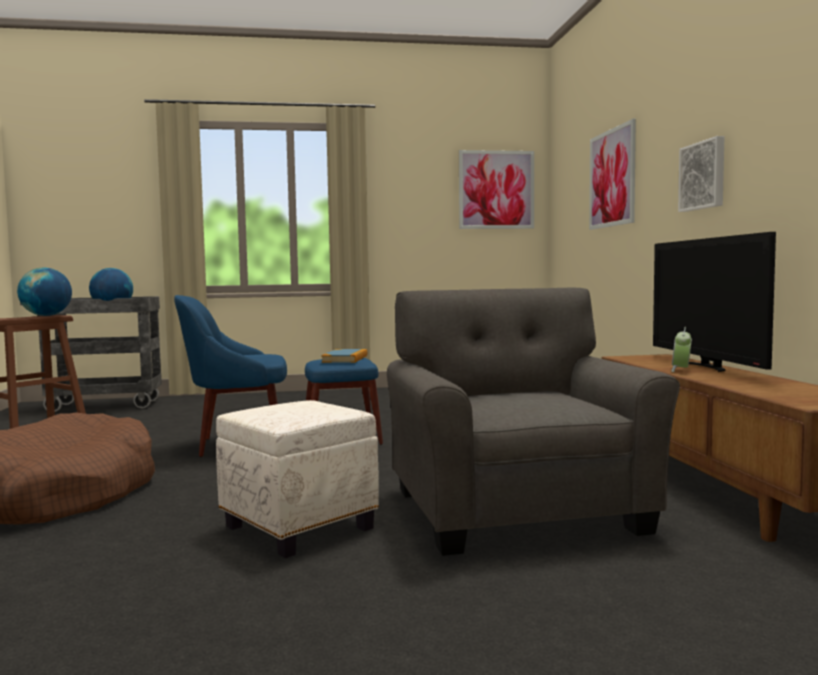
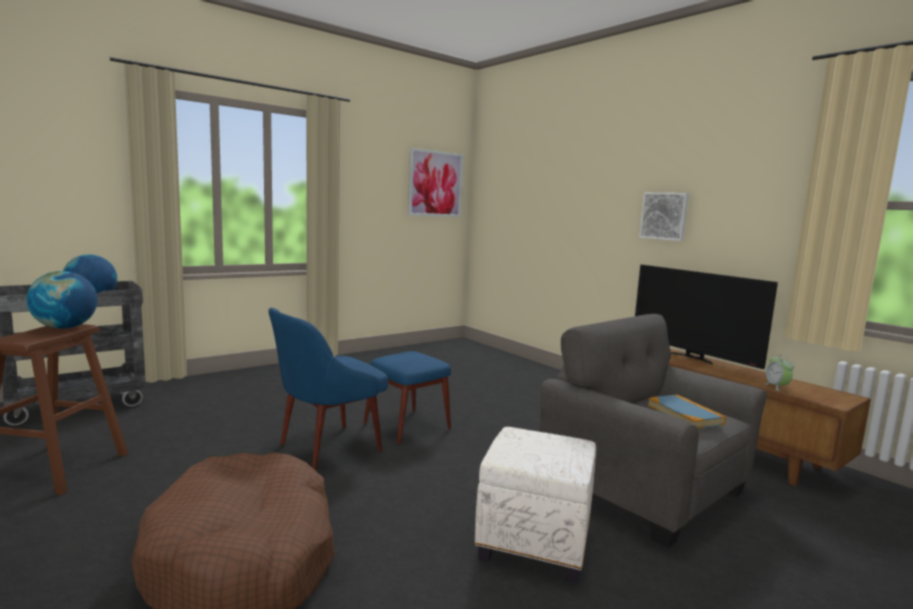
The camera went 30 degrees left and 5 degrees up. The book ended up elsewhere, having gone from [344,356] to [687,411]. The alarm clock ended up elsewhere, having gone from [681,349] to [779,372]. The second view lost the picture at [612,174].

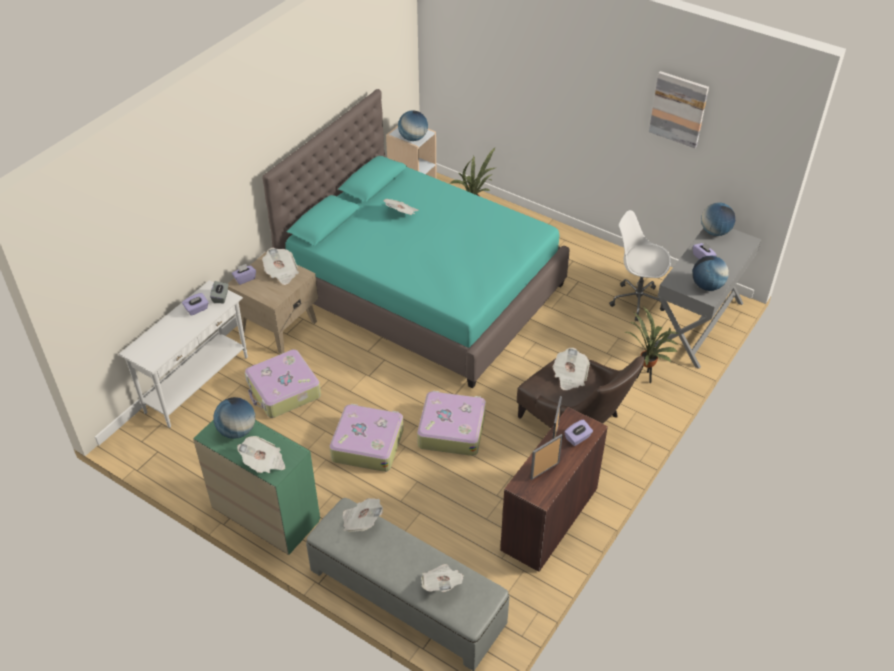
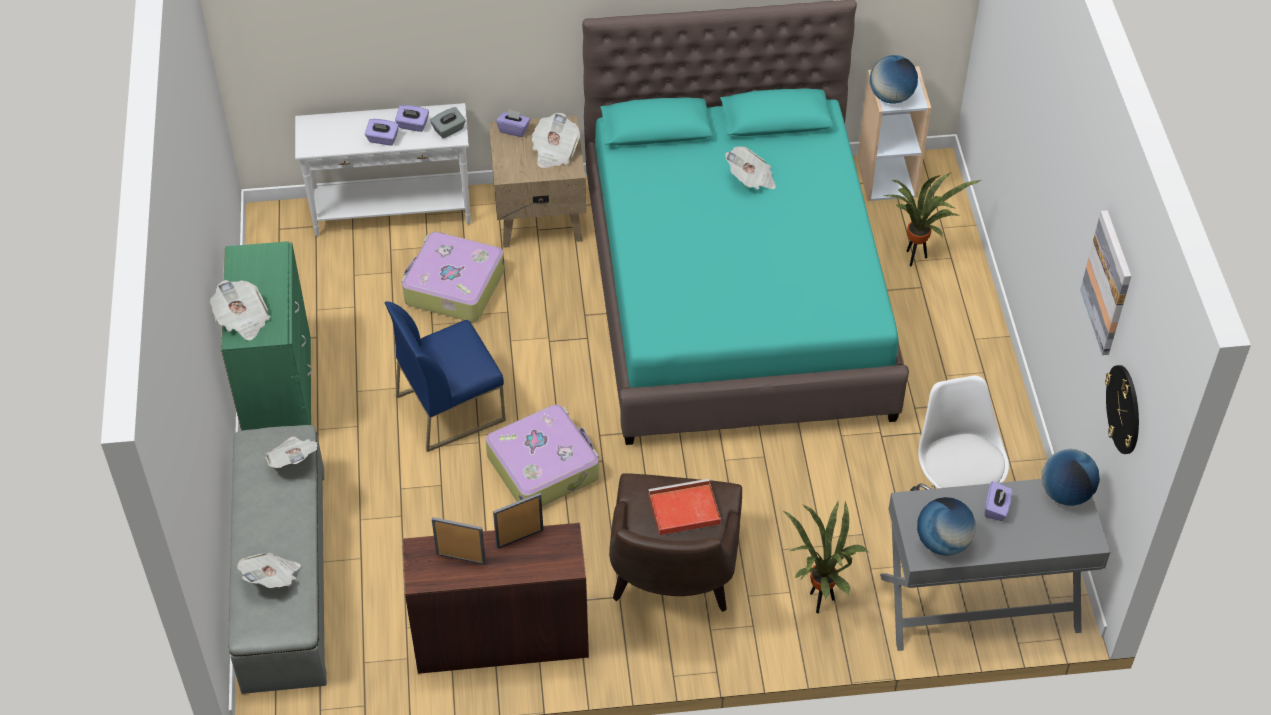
The camera went 50 degrees right and 5 degrees up. The tissue box/purple ended up elsewhere, having gone from [578,432] to [382,132]. Where the suitcase stood at [366,438], the chair/blue came to stand at [445,376]. Where the newspaper stood at [571,369], the tray/red came to stand at [684,507]. The second view gained the wall clock at [1122,409]. The second view lost the globe at [234,418].

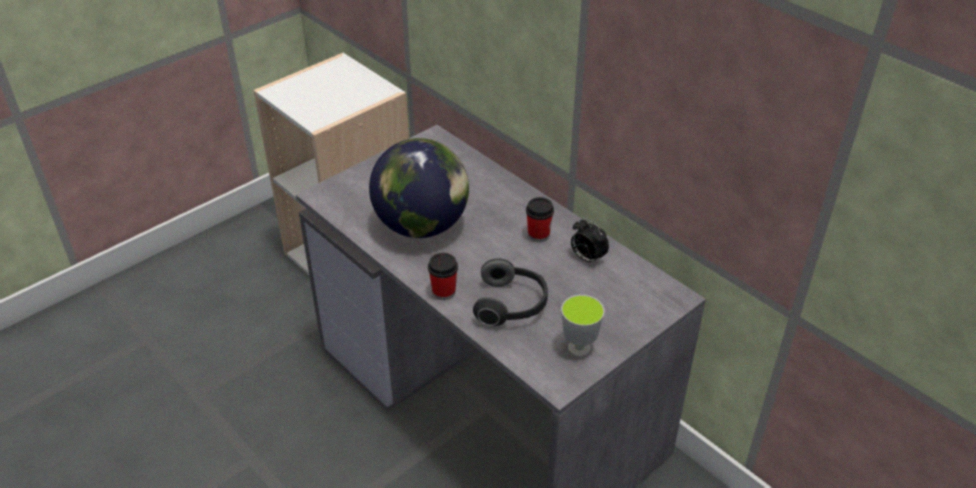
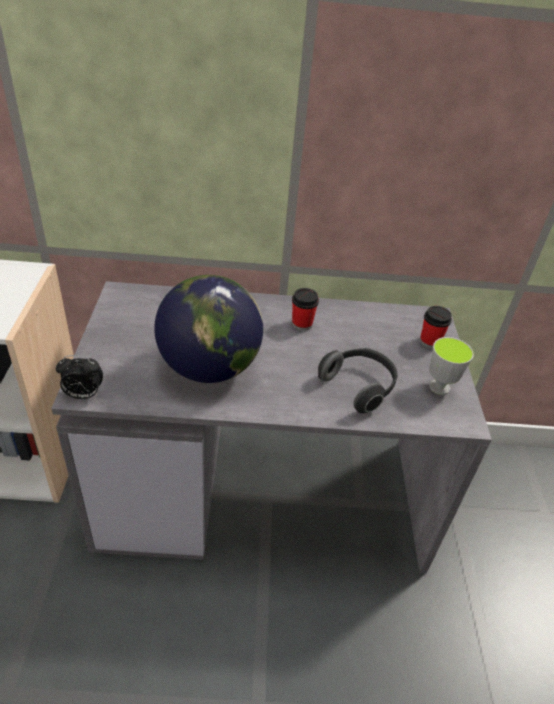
The camera went 50 degrees left and 0 degrees up. The alarm clock ended up elsewhere, having gone from [590,241] to [79,377]. The cup ended up elsewhere, having gone from [443,276] to [436,327].

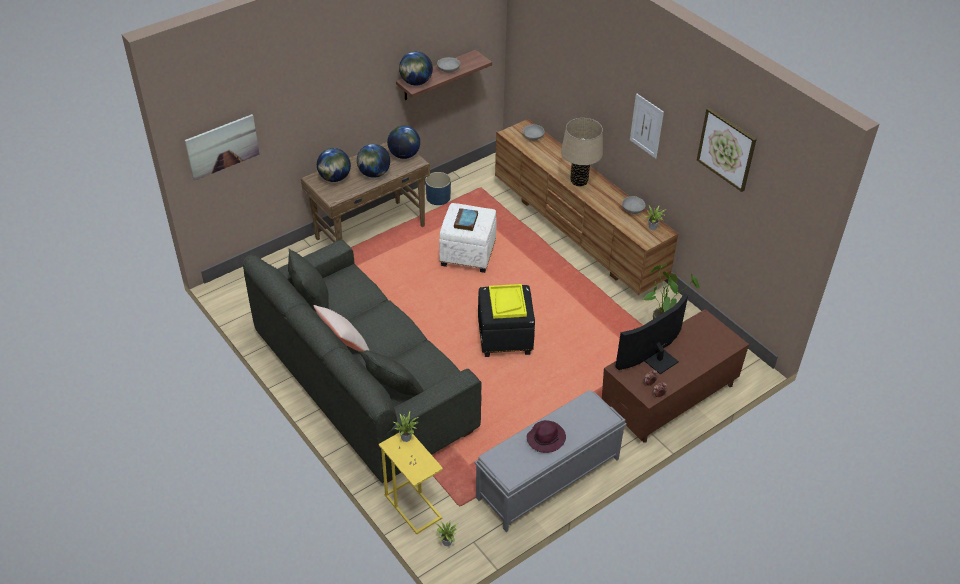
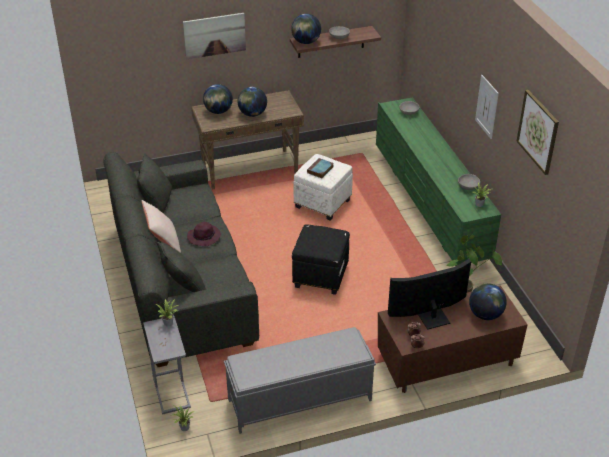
The camera went 20 degrees right and 5 degrees down. What was the side table/yellow at [411,484] turned into the side table/grey at [167,365]. The picture ended up elsewhere, having gone from [222,147] to [214,36]. The hat/purple ended up elsewhere, having gone from [546,436] to [204,234]. What was the cabinet/brown at [586,207] turned into the cabinet/green at [438,181]. The globe ended up elsewhere, having gone from [403,142] to [488,301]. The second view lost the planter/blue at [438,188]. The second view lost the tray/yellow at [508,301]. The second view lost the table lamp/beige at [582,152].

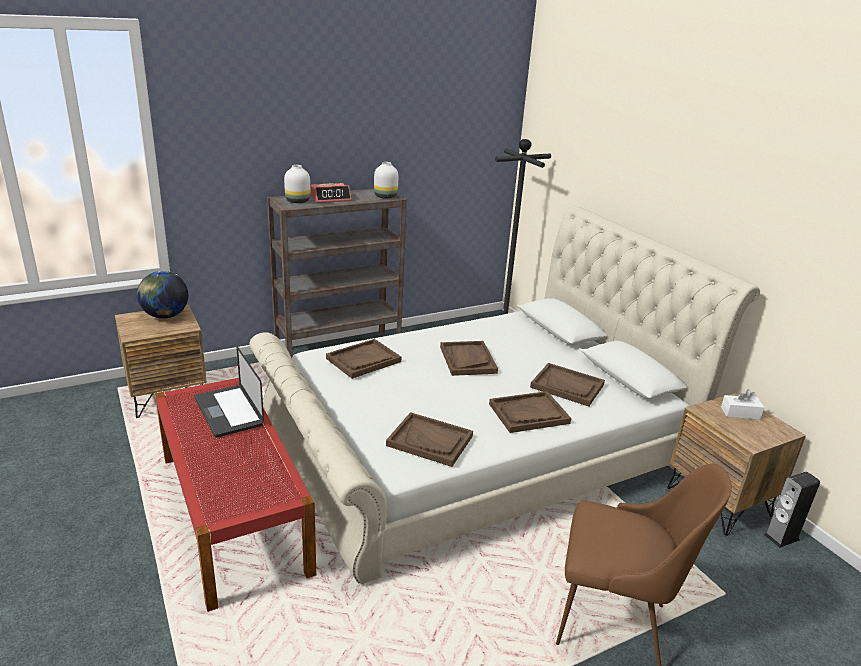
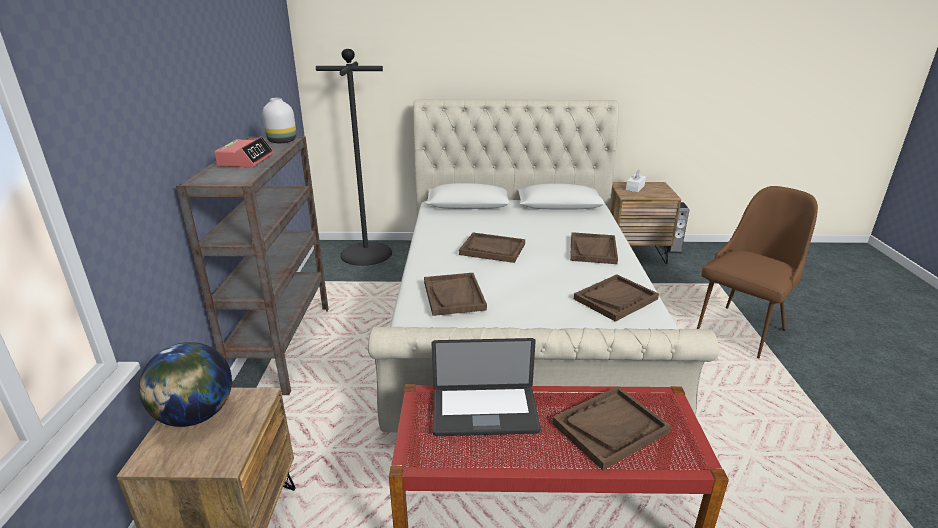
The camera went 60 degrees left and 0 degrees up. The tray/brown ended up elsewhere, having gone from [567,385] to [611,428]. The second view lost the vase/white at [297,184].

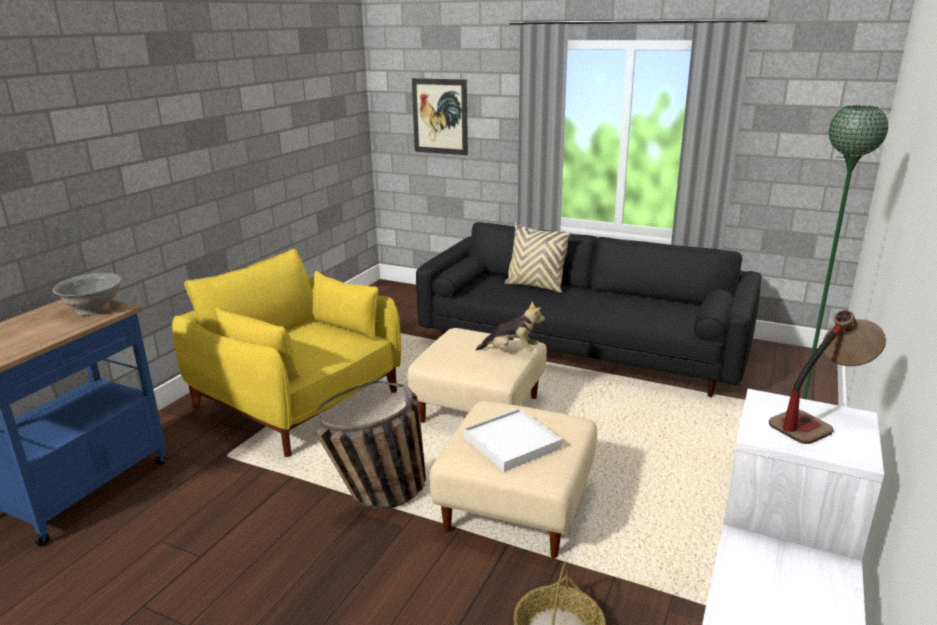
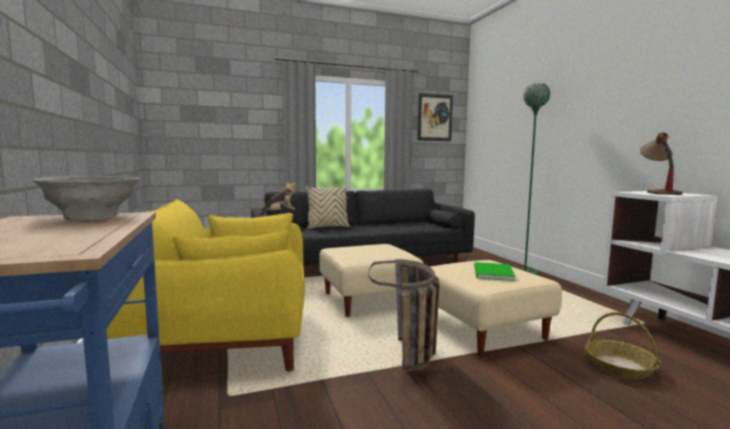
The camera went 45 degrees left and 15 degrees down. The plush toy ended up elsewhere, having gone from [510,326] to [277,199]. The picture ended up elsewhere, having gone from [440,116] to [435,117]. Where the tray/white stood at [513,440], the book/green came to stand at [495,271].

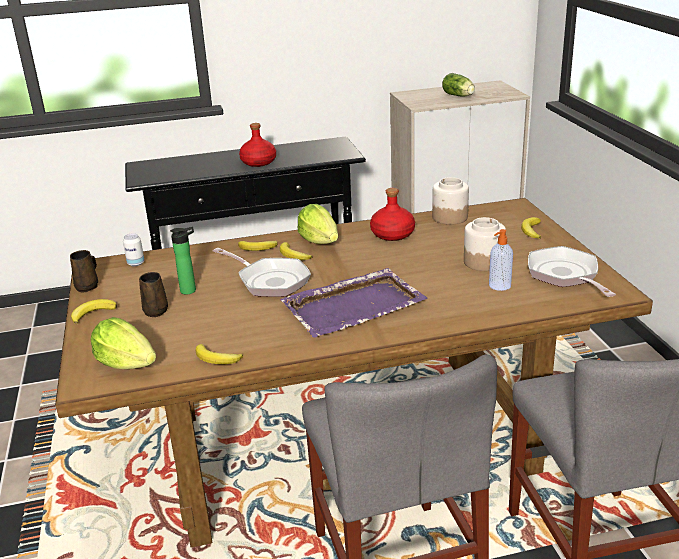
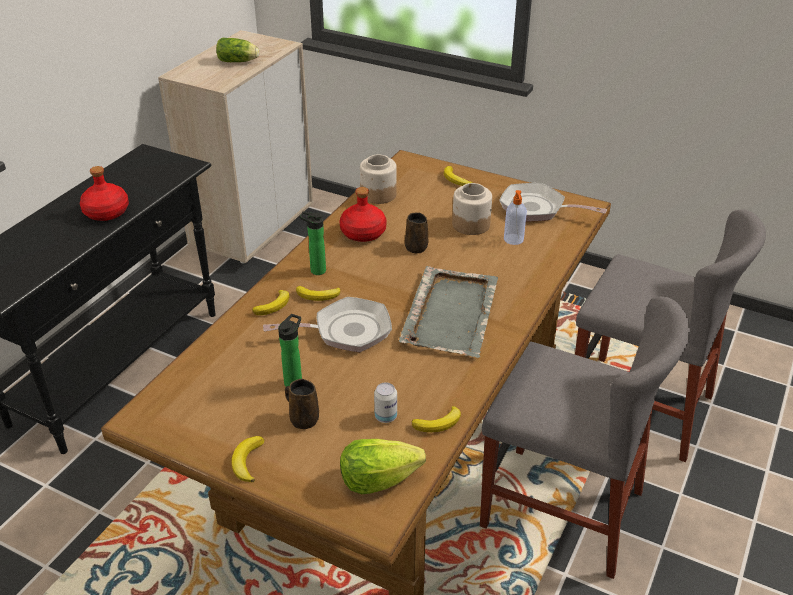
The camera went 50 degrees left and 10 degrees up. Where the lettuce stood at [318,224], the bottle came to stand at [313,243]. The can ended up elsewhere, having gone from [134,249] to [385,402]. What was the tray/purple at [354,303] turned into the tray/grey at [448,312]. The mug/brown ended up elsewhere, having gone from [84,271] to [416,232].

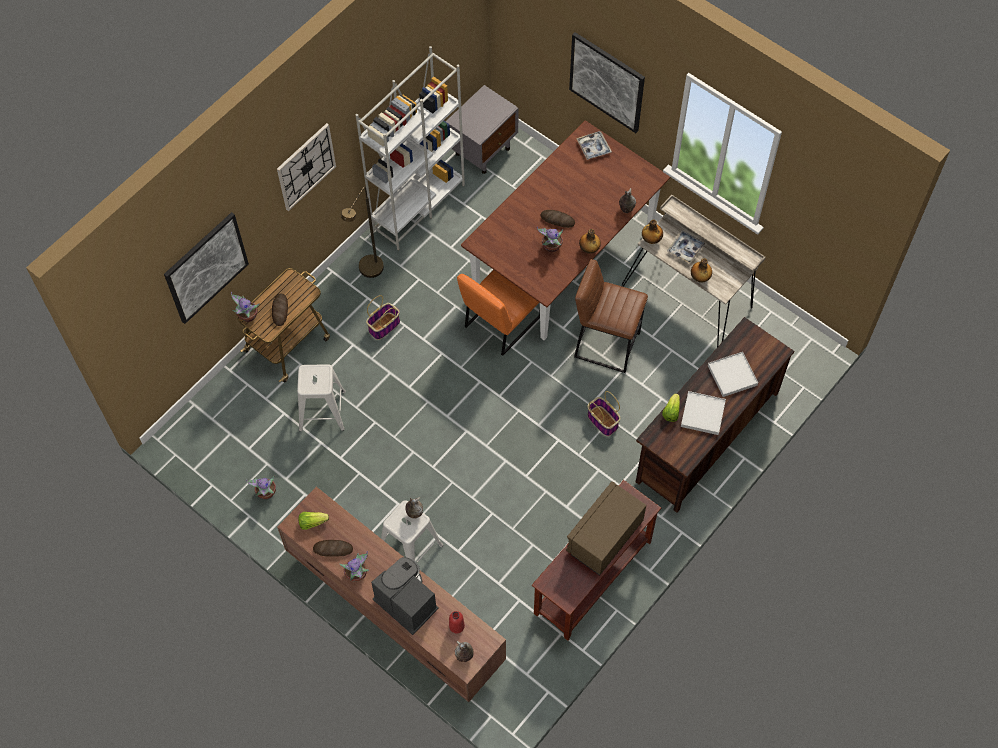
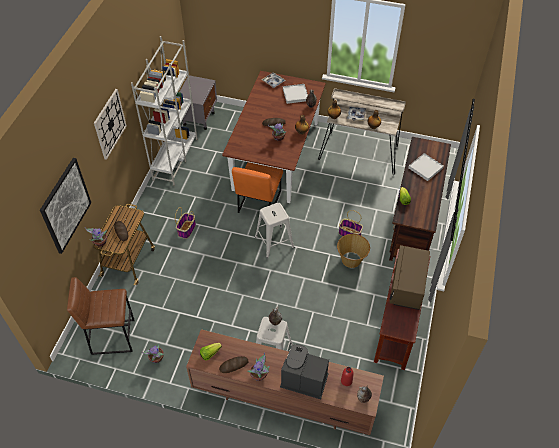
The camera went 25 degrees left and 10 degrees down. The stool/brown ended up elsewhere, having gone from [611,316] to [101,316]. The stool/white ended up elsewhere, having gone from [321,398] to [274,230]. The tray/white ended up elsewhere, having gone from [703,413] to [295,94]. The second view gained the basket at [353,251]. The second view lost the floor lamp/brown at [362,232]. The second view lost the picture at [607,82].

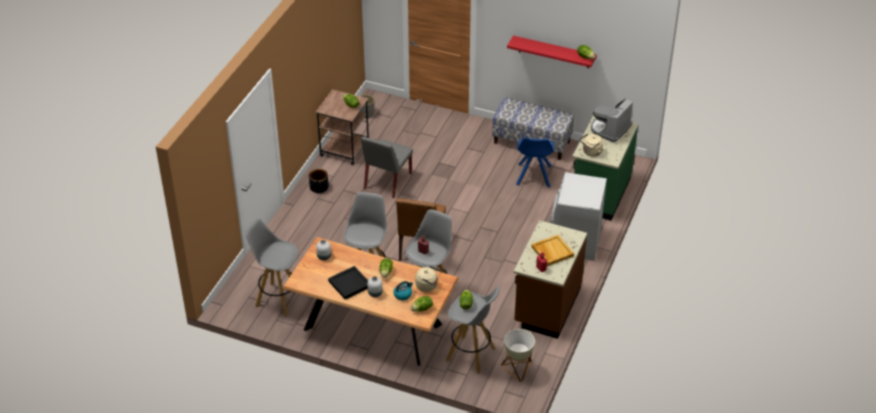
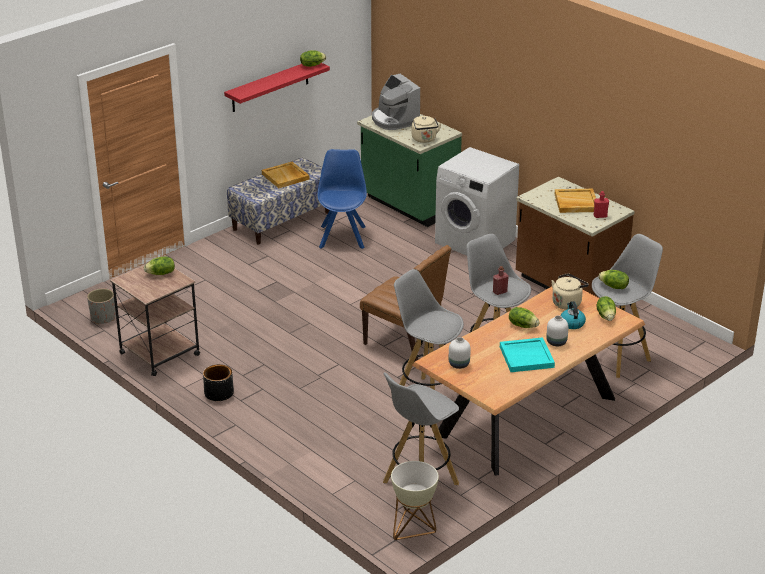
The camera went 65 degrees left and 10 degrees down. The second view gained the tray/beige at [286,175]. The chair/blue at [535,162] ended up facing another way, 120 degrees counterclockwise from before. The planter ended up elsewhere, having gone from [518,355] to [415,500]. What was the tray/black at [348,283] turned into the tray/turquoise at [527,354]. The second view lost the chair/grey at [387,167].

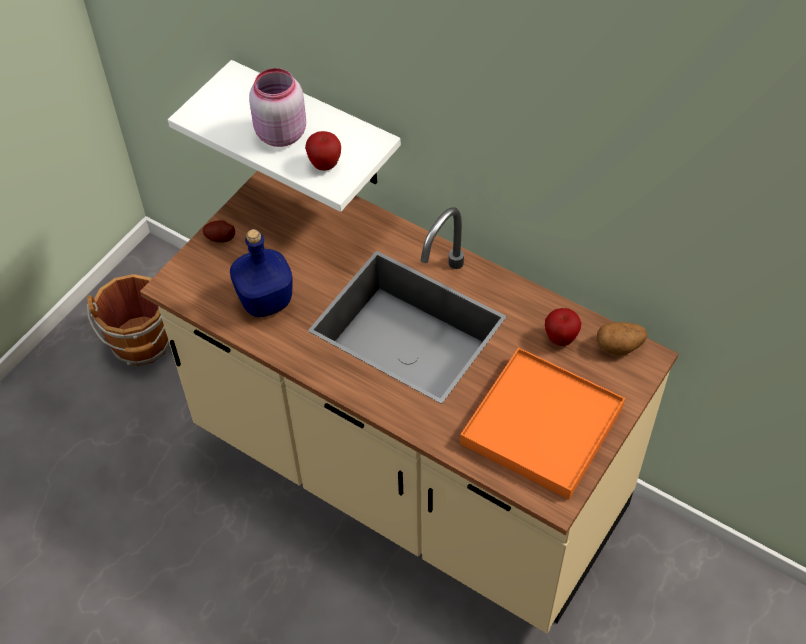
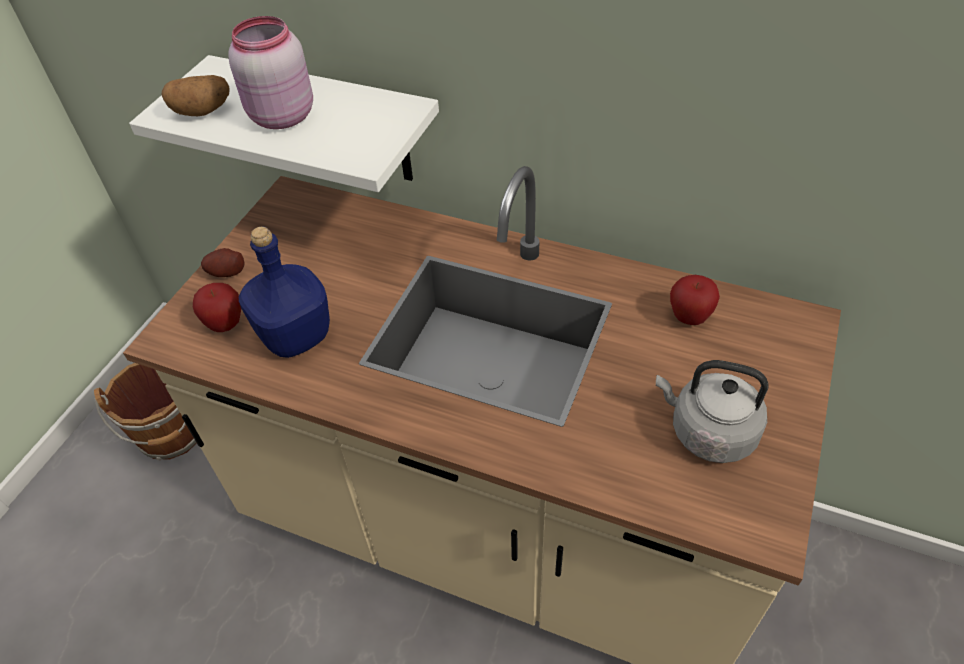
The camera went 10 degrees left and 5 degrees down. The potato ended up elsewhere, having gone from [622,338] to [196,95]. The apple ended up elsewhere, having gone from [323,151] to [217,307]. Where the tray/orange stood at [542,424], the kettle/grey came to stand at [712,411].

